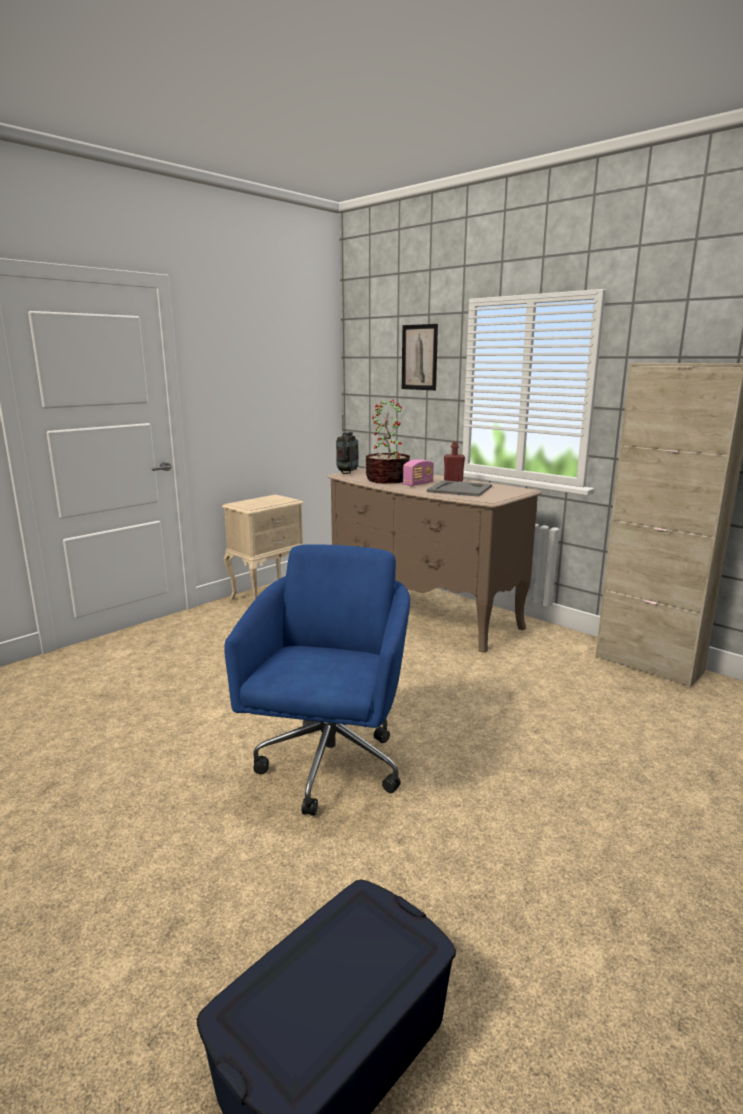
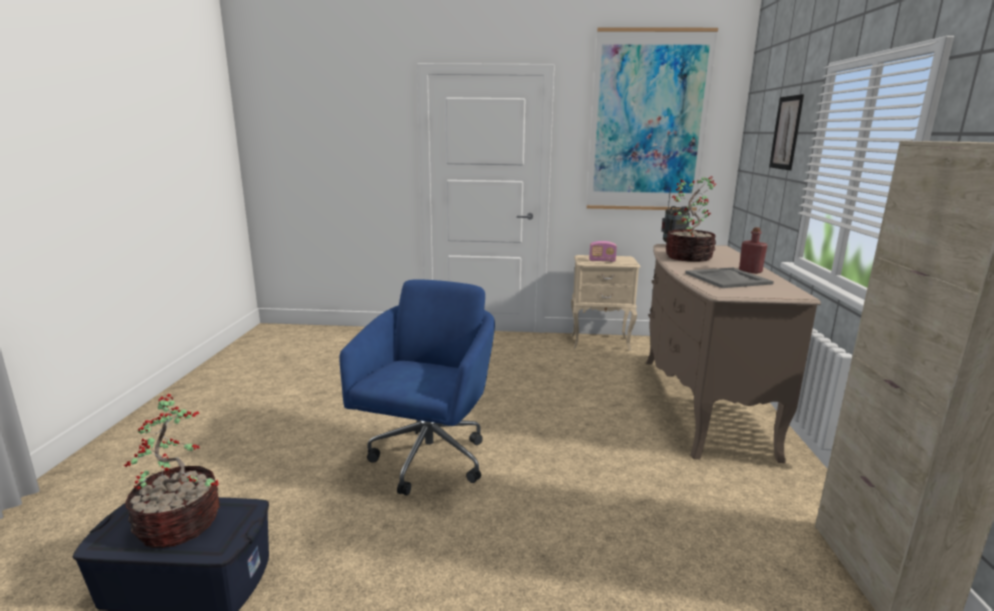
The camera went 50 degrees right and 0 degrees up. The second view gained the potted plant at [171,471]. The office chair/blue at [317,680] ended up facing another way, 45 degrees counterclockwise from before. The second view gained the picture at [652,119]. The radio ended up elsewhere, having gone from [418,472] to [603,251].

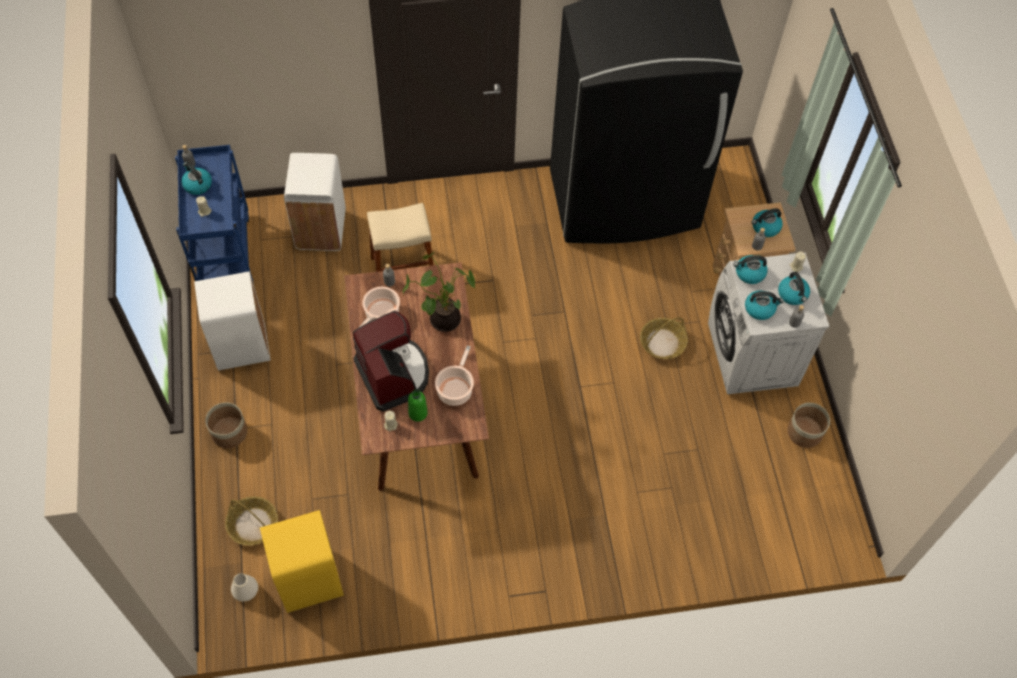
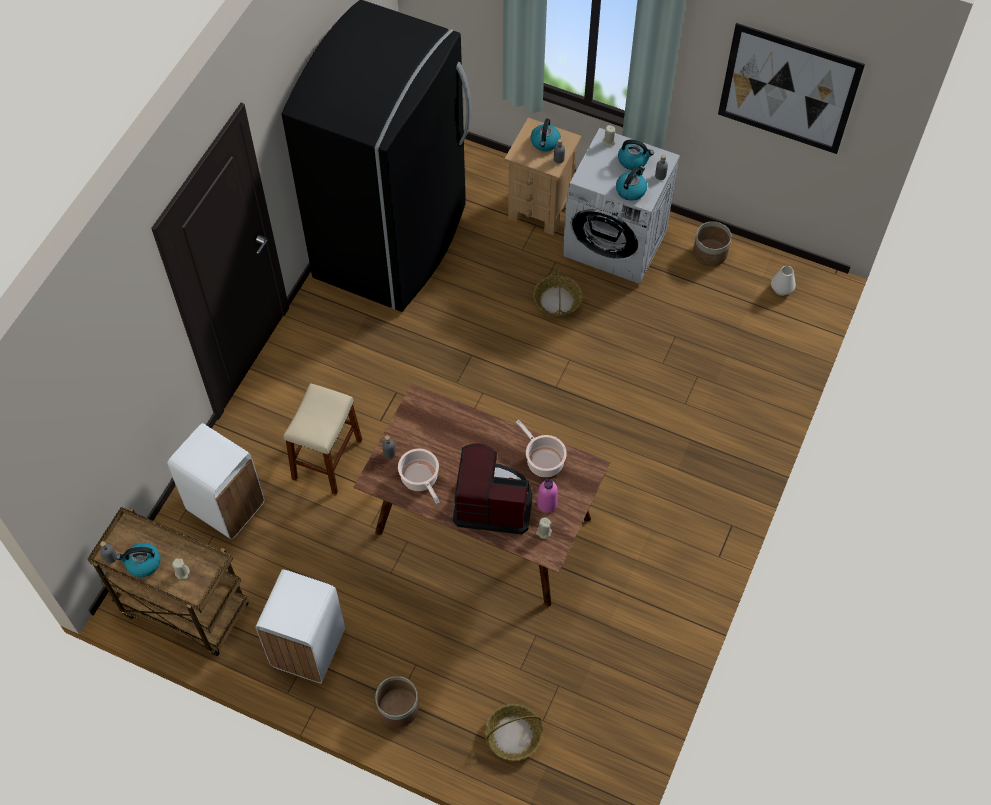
The camera went 55 degrees left and 0 degrees up. What was the cart/blue at [214,215] turned into the cart/brown at [168,581]. What was the bottle/green at [418,405] turned into the bottle/pink at [547,496]. The second view gained the picture at [791,88]. The vase/white ended up elsewhere, having gone from [244,587] to [783,281]. The second view lost the trash can/yellow at [302,561]. The second view lost the potted plant at [439,292]. The second view lost the kettle at [750,269].

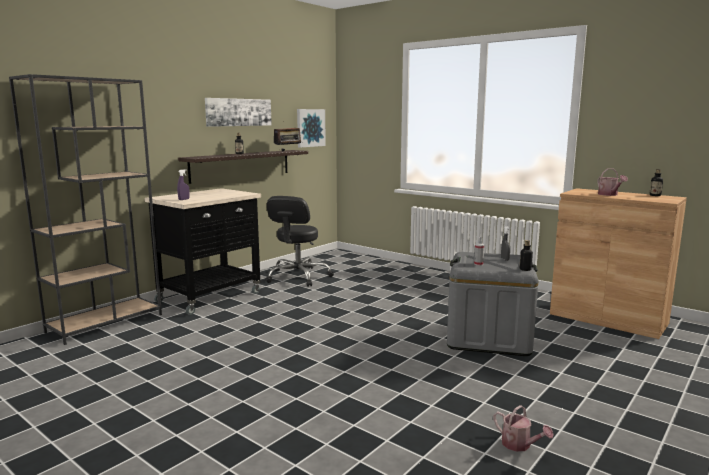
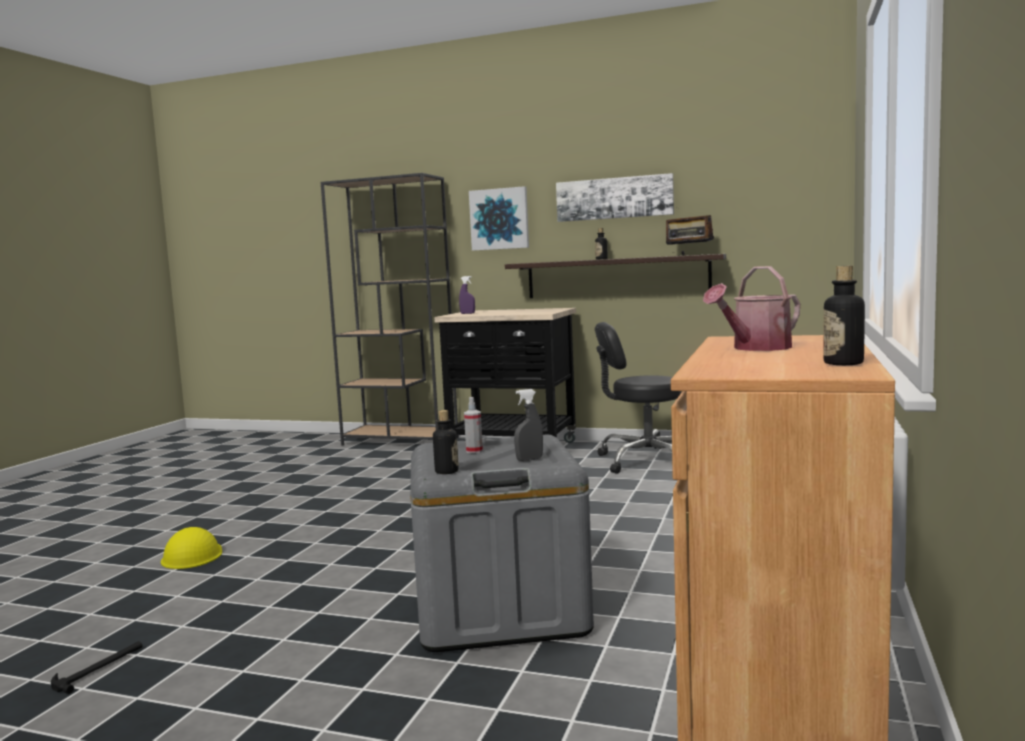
The camera went 70 degrees right and 5 degrees down. Where the watering can stood at [523,428], the hammer came to stand at [97,667]. The second view gained the hard hat/yellow at [191,548]. The picture ended up elsewhere, having gone from [311,128] to [499,218].

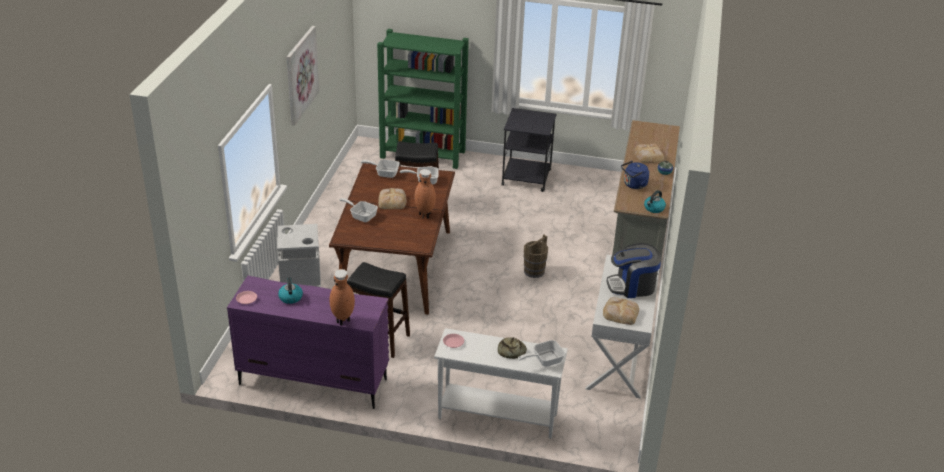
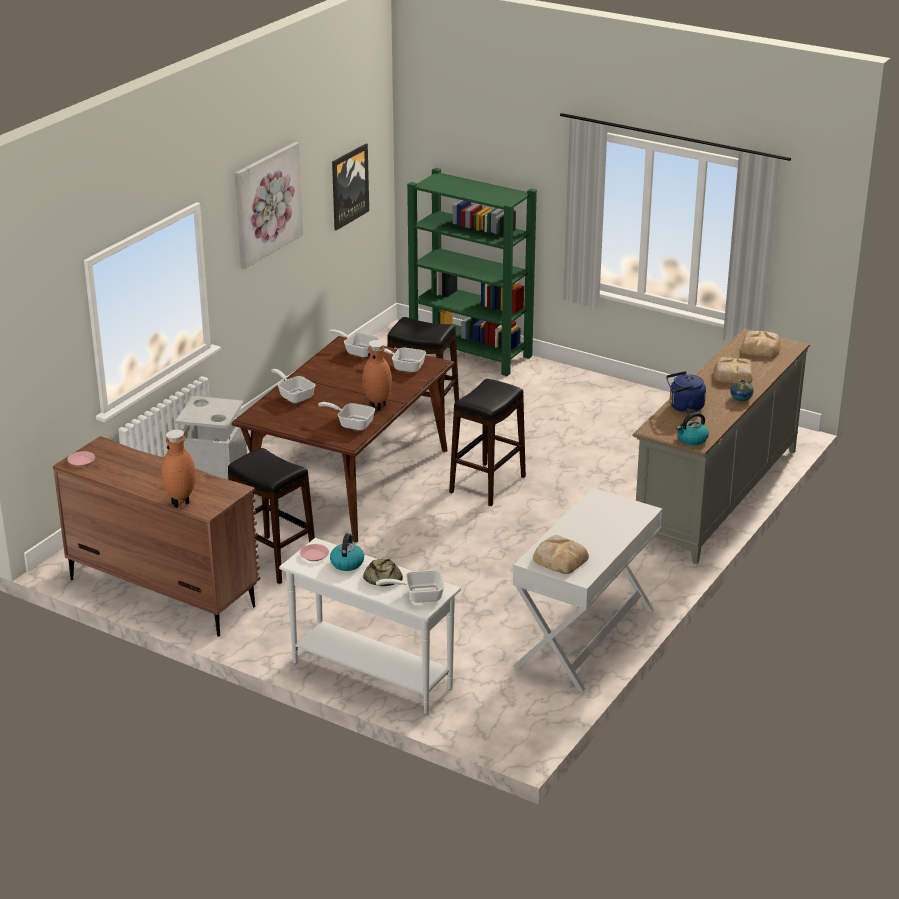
The camera went 20 degrees right and 5 degrees down. What was the dresser/purple at [308,342] turned into the dresser/brown at [156,536]. The second view gained the frying pan at [346,416]. The kettle ended up elsewhere, having gone from [290,290] to [347,552]. The second view gained the picture at [350,187]. The second view gained the stool/black at [487,442]. The bread ended up elsewhere, having gone from [392,198] to [761,344]. The second view lost the cart/black at [529,150]. The second view lost the bucket/brown at [536,256]. The second view lost the coffee machine at [634,270].

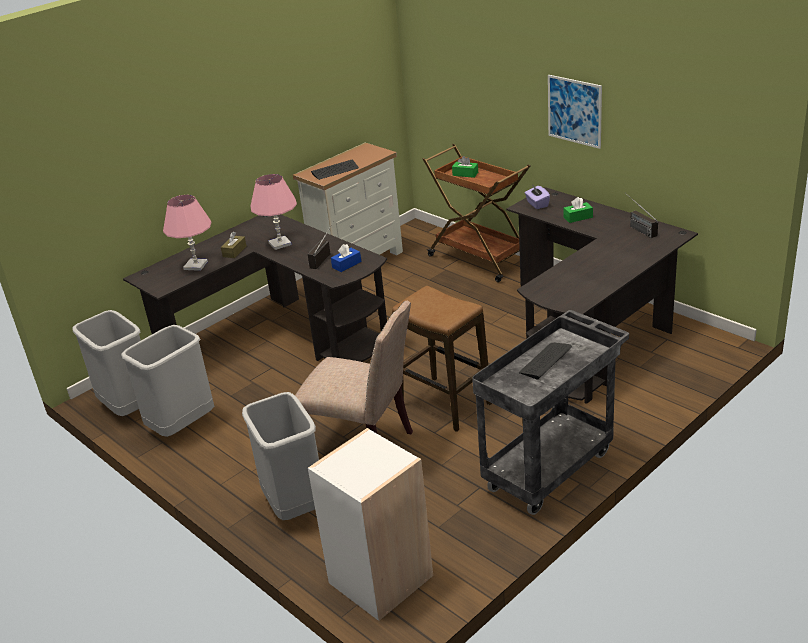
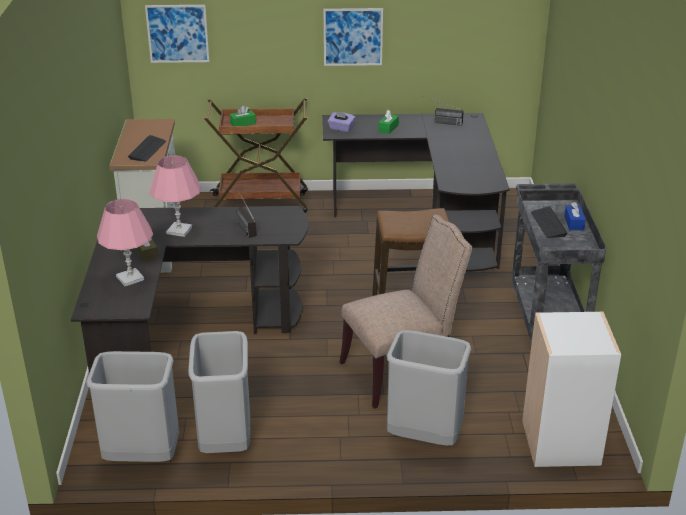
The camera went 50 degrees left and 0 degrees up. The second view gained the picture at [177,34]. The tissue box/blue ended up elsewhere, having gone from [346,258] to [575,216].

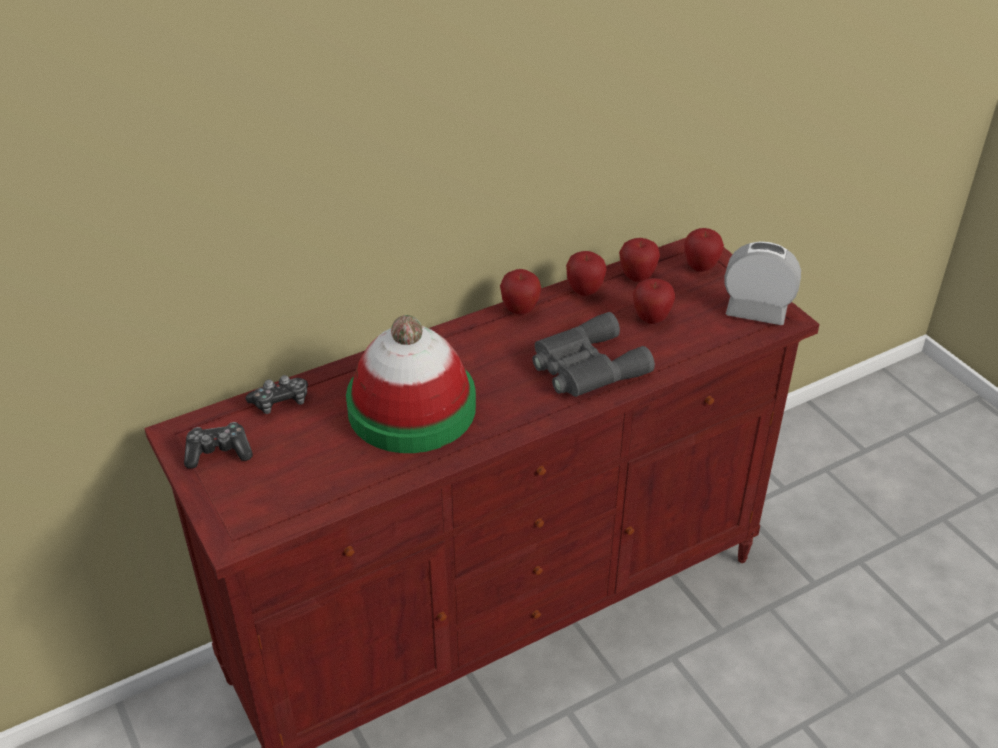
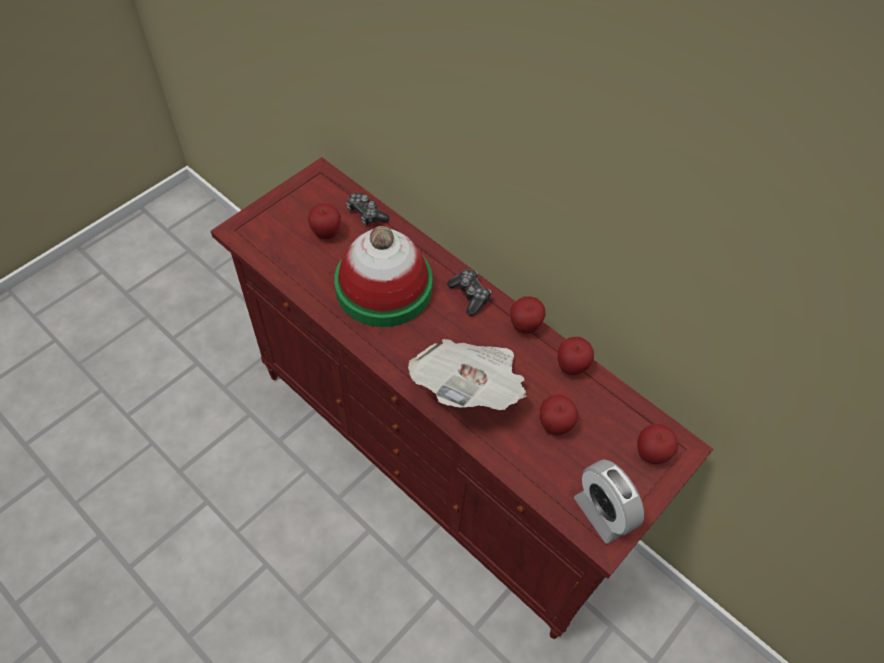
The camera went 70 degrees right and 15 degrees up. The apple ended up elsewhere, having gone from [639,260] to [324,221]. Where the binoculars/grey stood at [594,354], the newspaper came to stand at [467,374]. The game controller ended up elsewhere, having gone from [218,445] to [469,292]. The alarm clock at [763,283] ended up facing another way, 150 degrees clockwise from before.

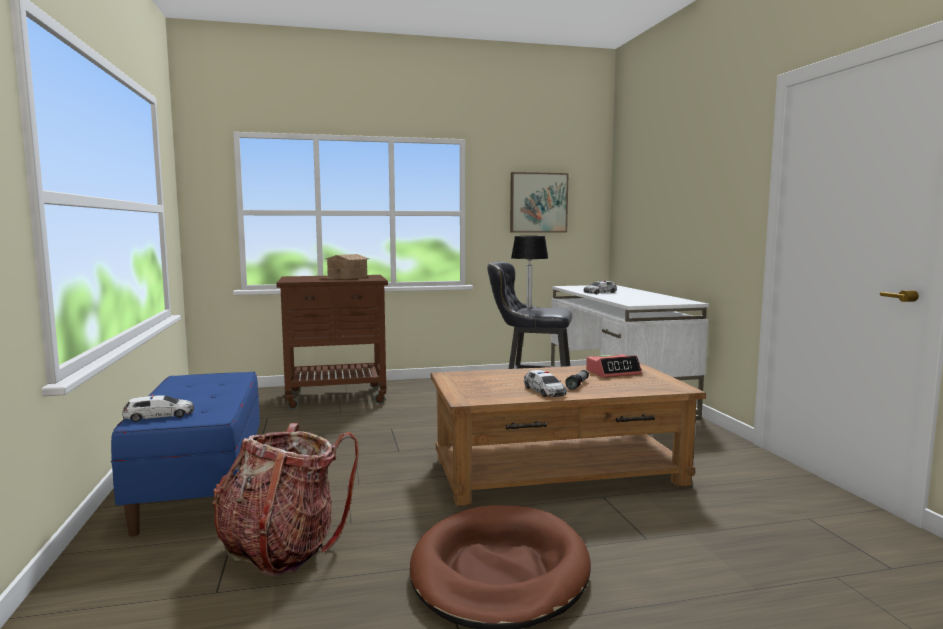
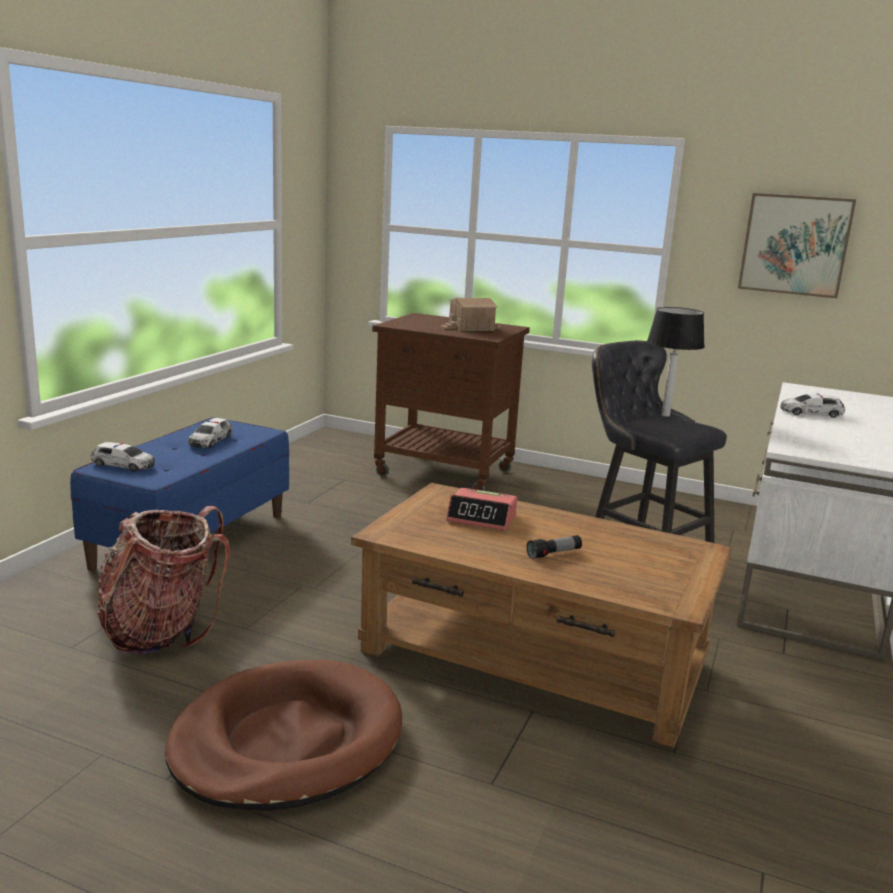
The camera went 35 degrees right and 10 degrees up. The toy car ended up elsewhere, having gone from [545,383] to [210,432]. The alarm clock ended up elsewhere, having gone from [614,366] to [481,509].

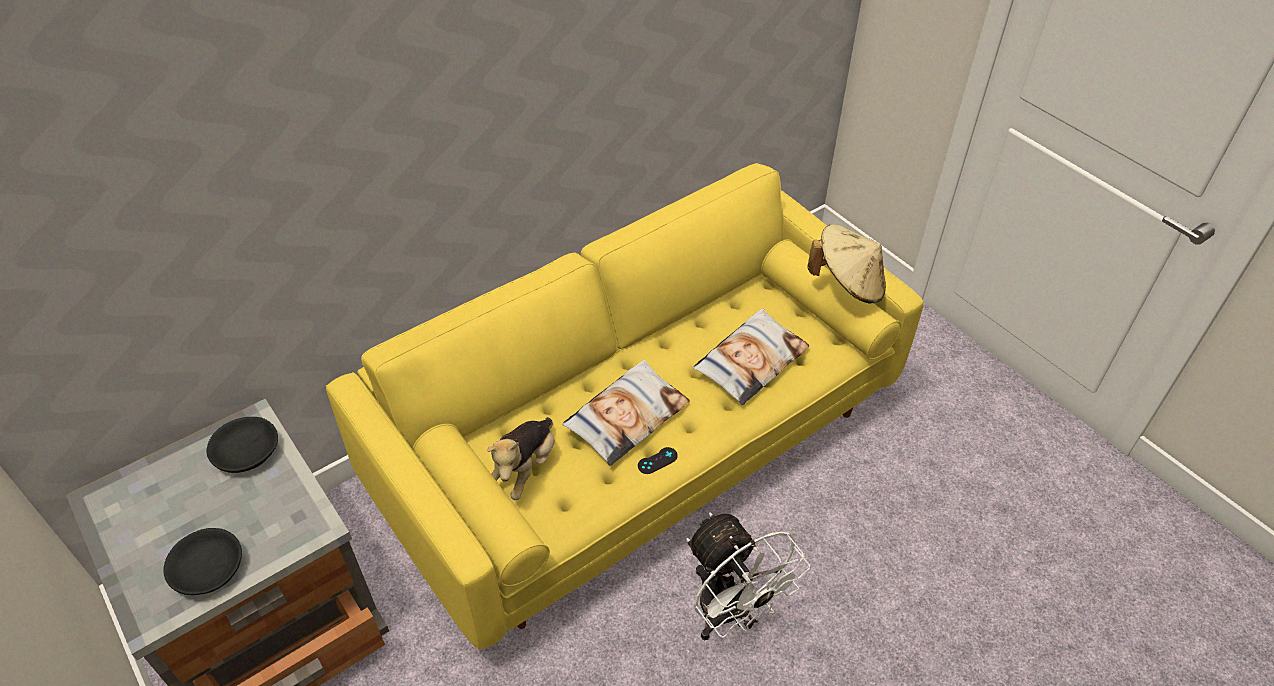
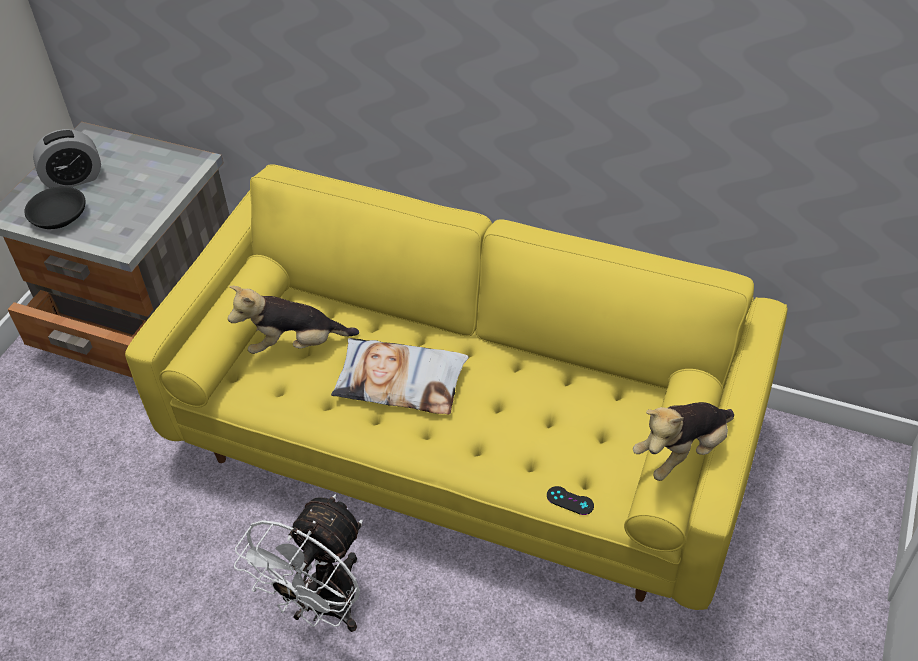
The camera went 60 degrees right and 0 degrees up. The second view gained the alarm clock at [67,158]. The game controller/black ended up elsewhere, having gone from [658,460] to [570,500]. Where the hat/beige stood at [846,264], the plush toy came to stand at [683,441]. The second view lost the bowl/black at [242,445]. The second view lost the pillow at [751,357].

